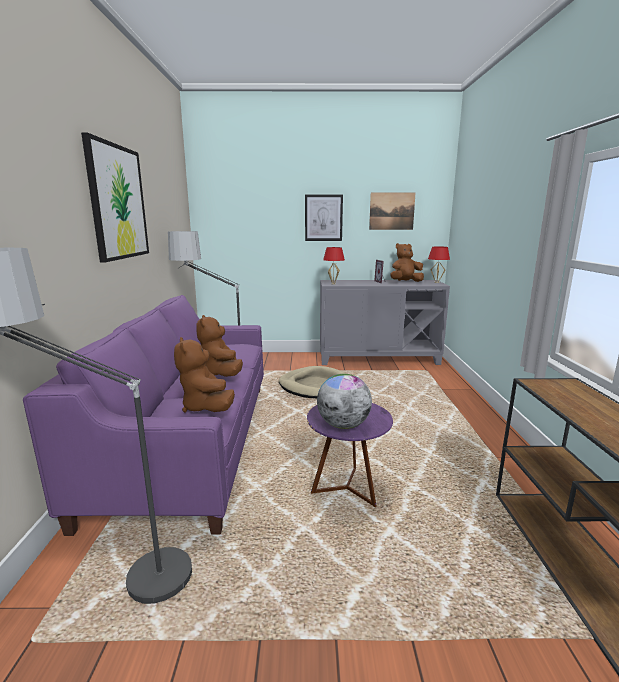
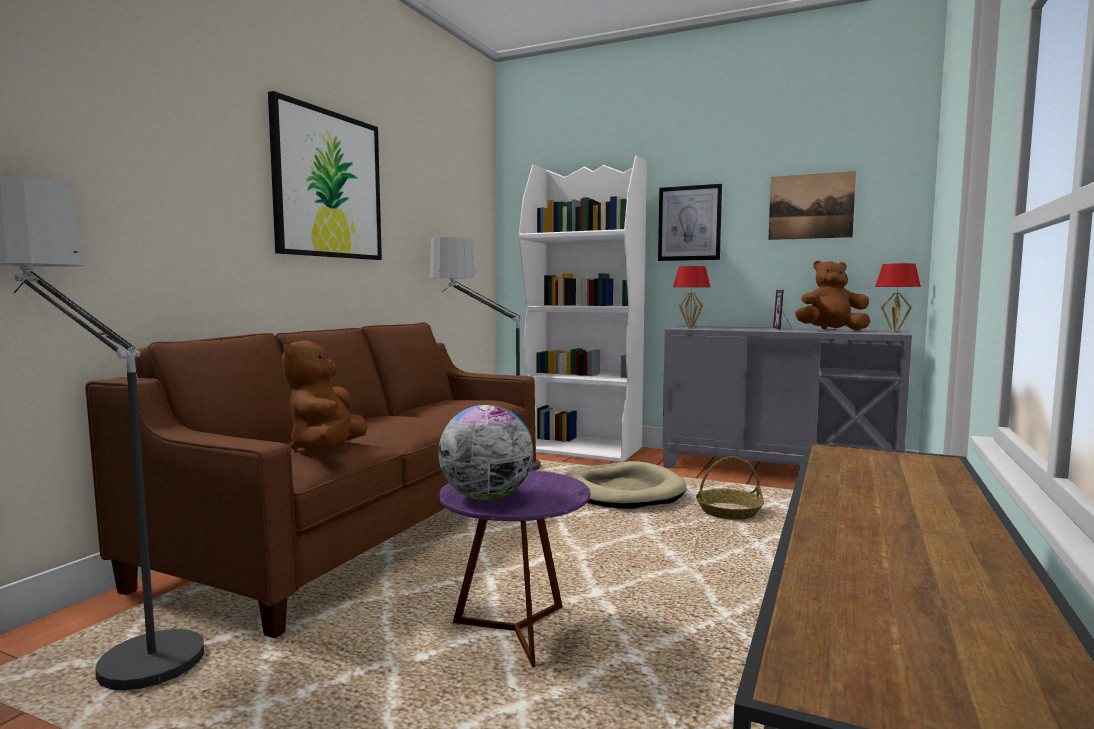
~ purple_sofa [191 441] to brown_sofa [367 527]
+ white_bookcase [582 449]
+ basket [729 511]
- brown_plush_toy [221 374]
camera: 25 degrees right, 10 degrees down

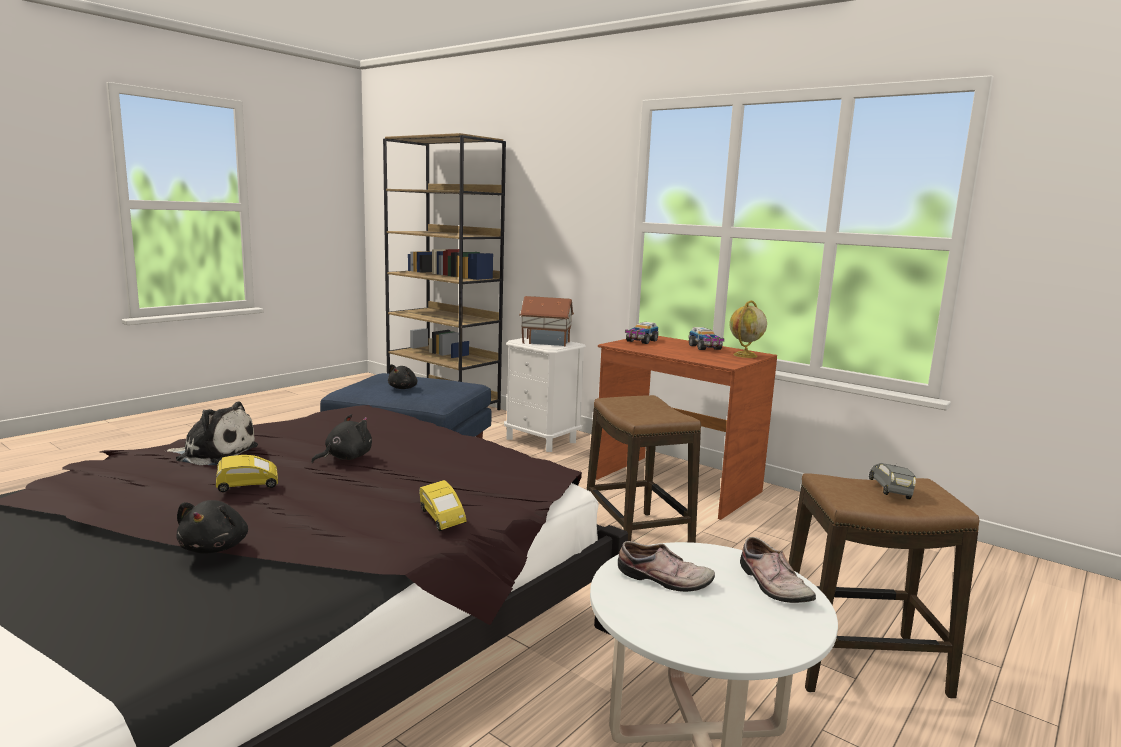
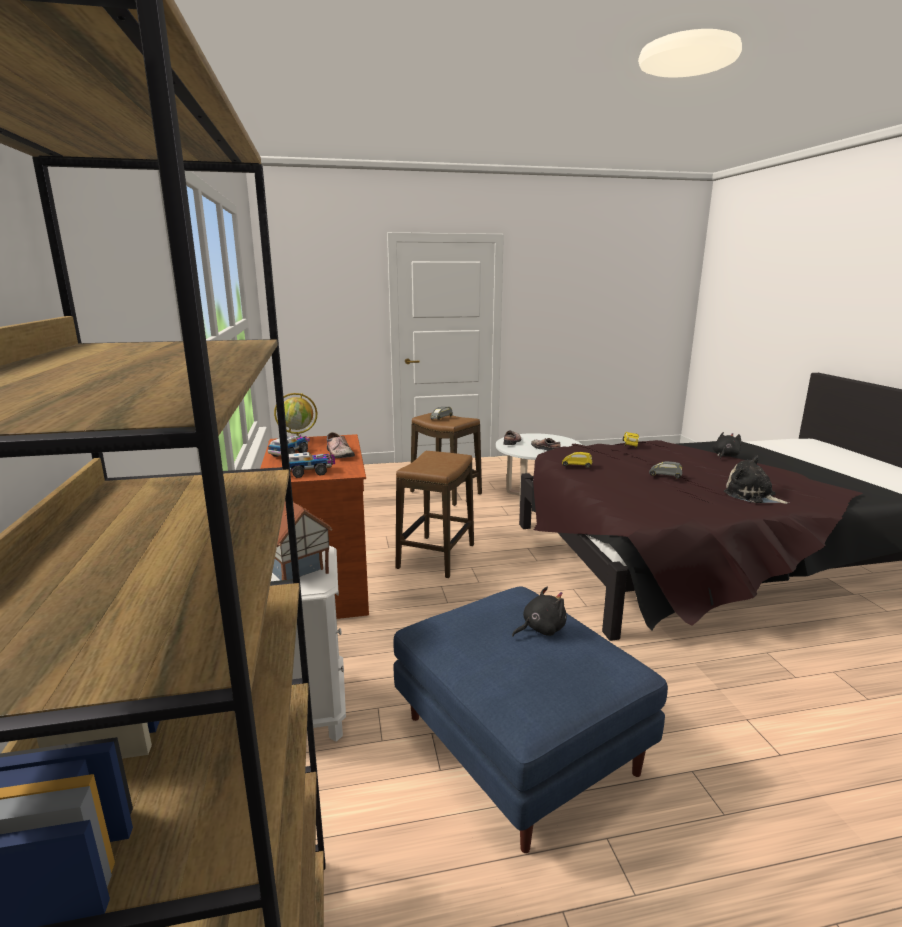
+ shoe [338 453]
~ yellow_toy_car [247 486] to [577 466]
~ black_plush_toy [345 458] to grey_toy_car [665 476]
camera: 140 degrees left, 5 degrees up

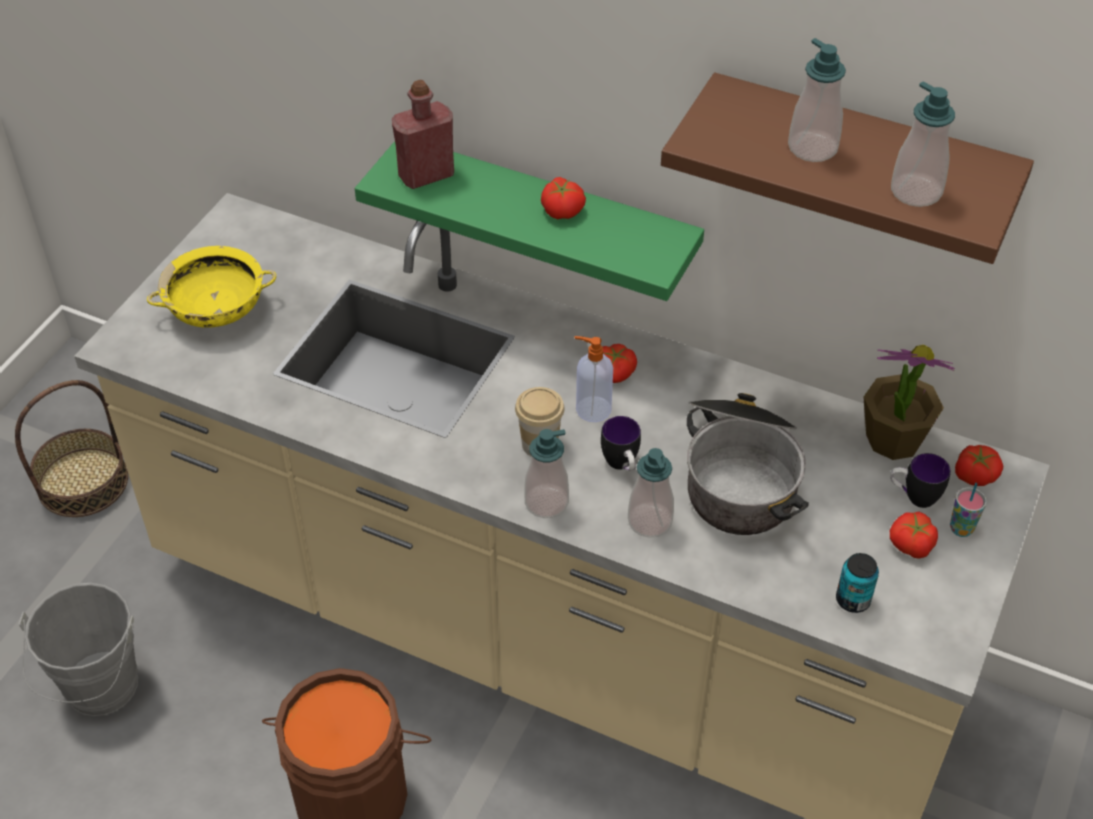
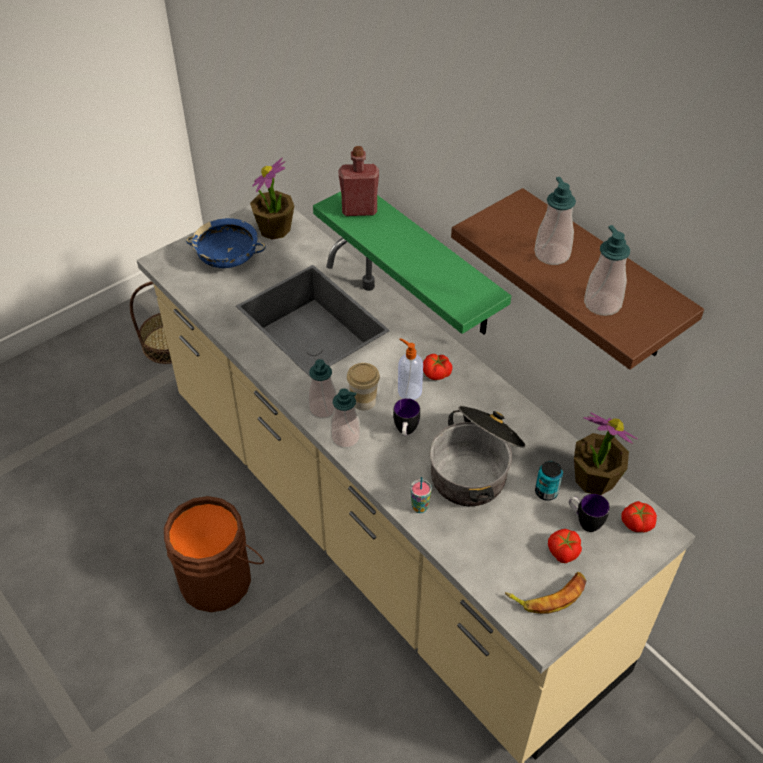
~ yellow_bowl [216 310] to blue_bowl [227 259]
+ potted_plant [274 229]
~ soap_dispenser [650 521] to [323 408]
~ cup [961 529] to [420 507]
+ banana [549 595]
~ can [853 600] to [546 492]
- grey_bucket [99 692]
- tomato [563 210]
camera: 25 degrees right, 0 degrees up

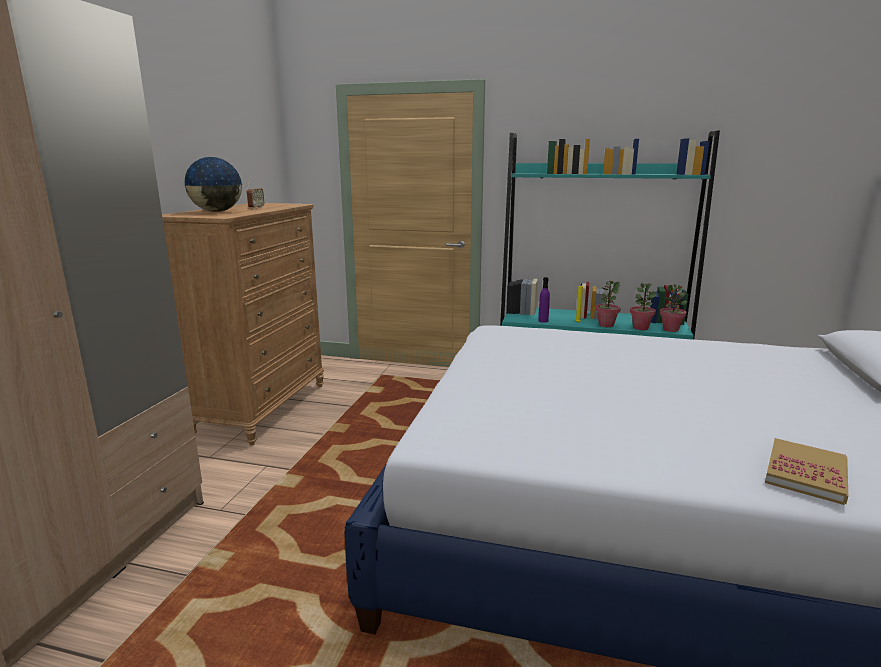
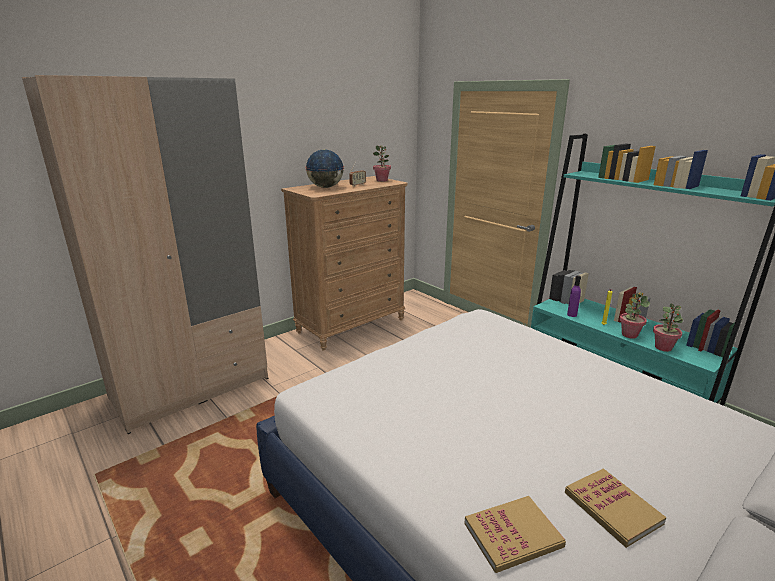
~ potted_plant [670 329] to [382 180]
+ book [612 508]
camera: 35 degrees right, 5 degrees up

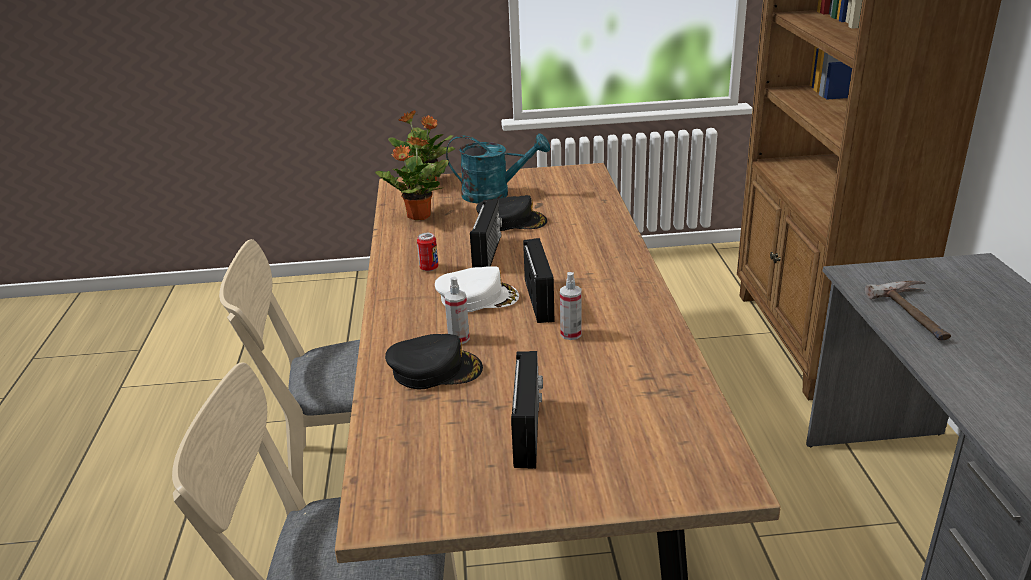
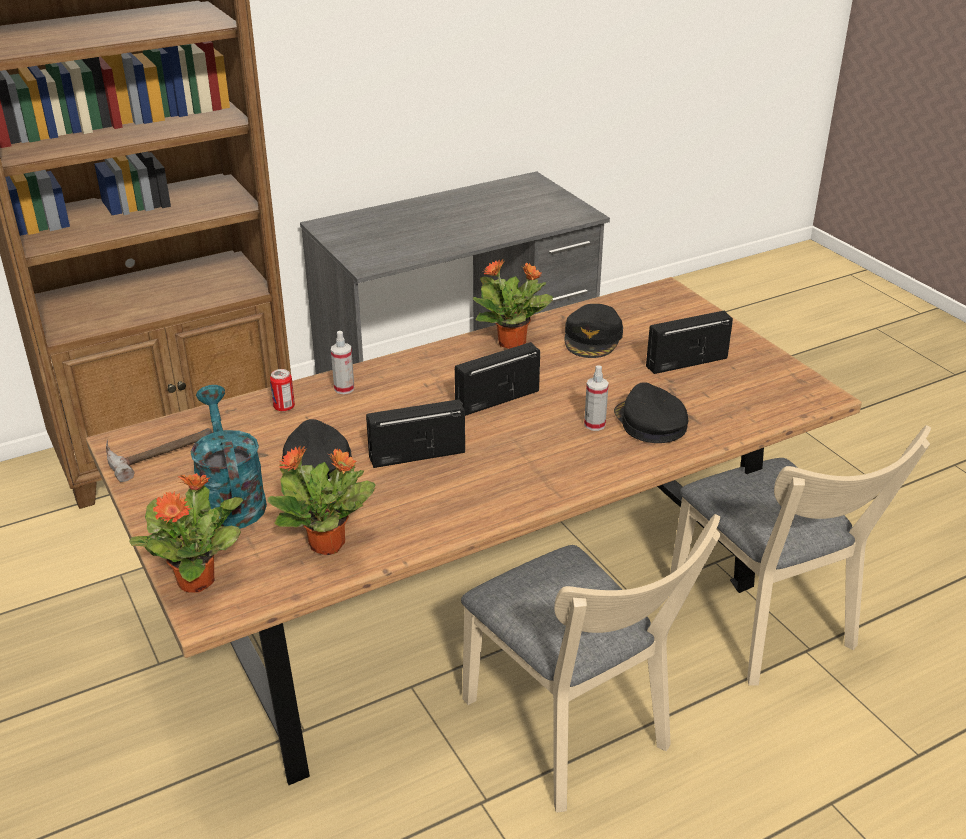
~ hammer [919 314] to [158 450]
~ can [429 268] to [284 407]
~ spray_bottle [571 334] to [344 388]
+ potted_plant [513 343]
+ black_cap [593 338]
- white_cap [477 297]
camera: 115 degrees left, 5 degrees up

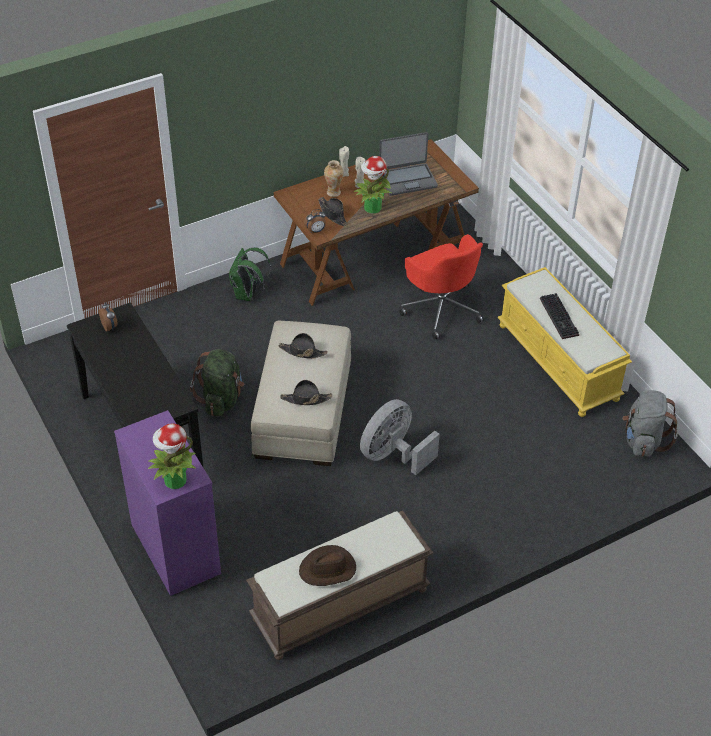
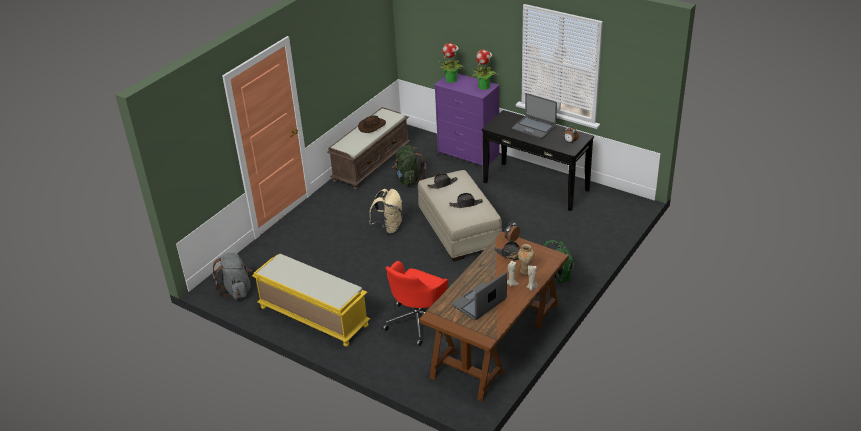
~ grey_fan [393 455] to beige_backpack [389 227]
~ red_office_chair [441 308] = [418 321] 90 degrees counterclockwise
~ green_backpack [221 399] to [408 179]
~ potted_plant [372 208] to [484 86]
+ laptop [534 128]
- keyboard [560 317]
camera: 155 degrees right, 10 degrees down

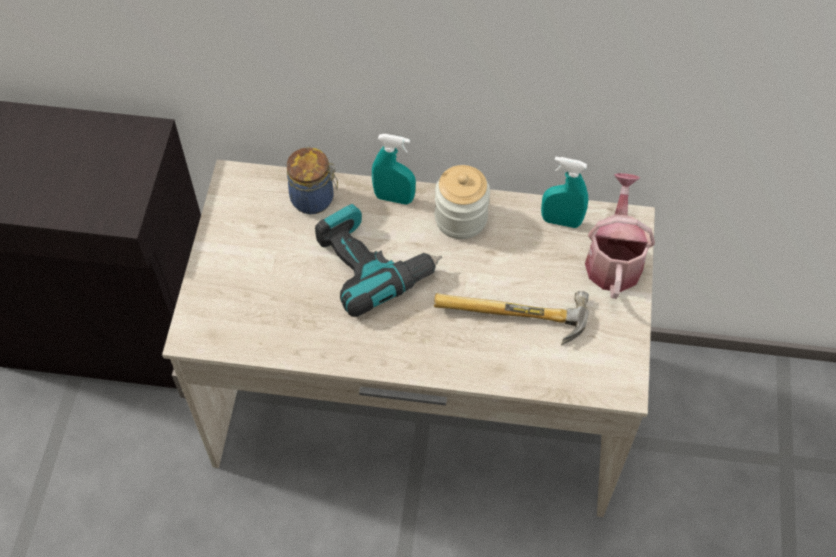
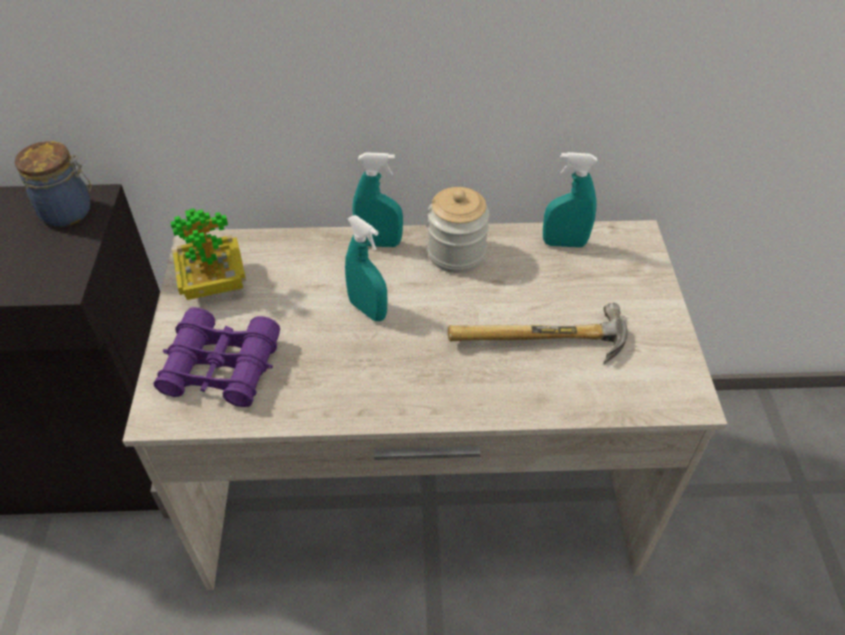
~ jar [314 199] to [69 212]
+ purple_binoculars [221 367]
+ potted_plant [214 284]
~ power_drill [372 265] to turquoise_spray_bottle [368 310]
- watering_can [614 258]
camera: 10 degrees left, 10 degrees down

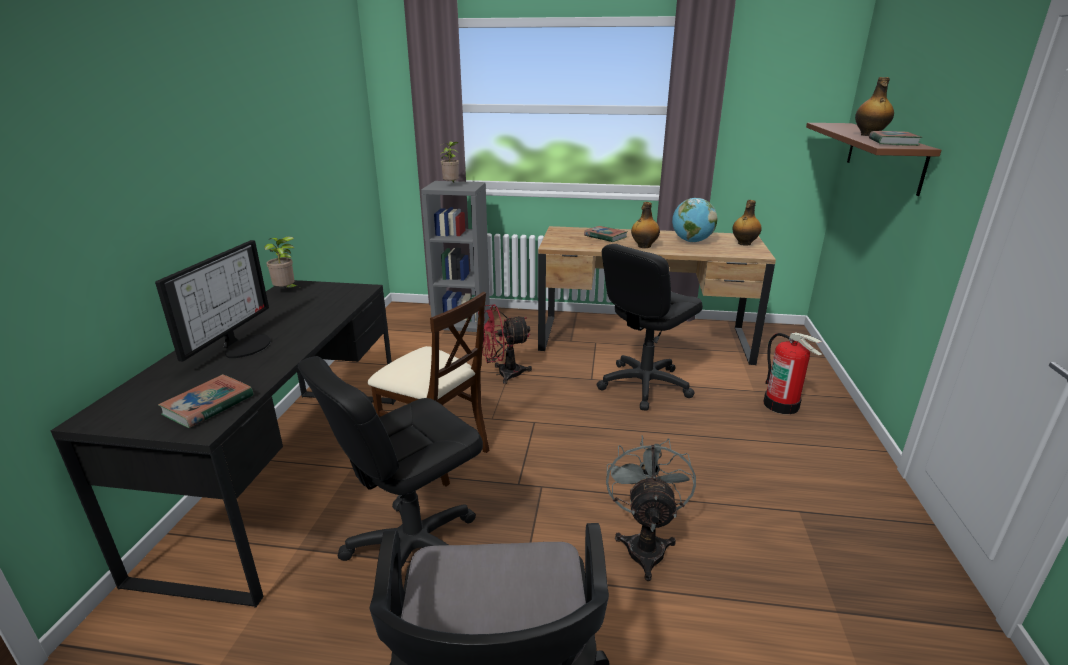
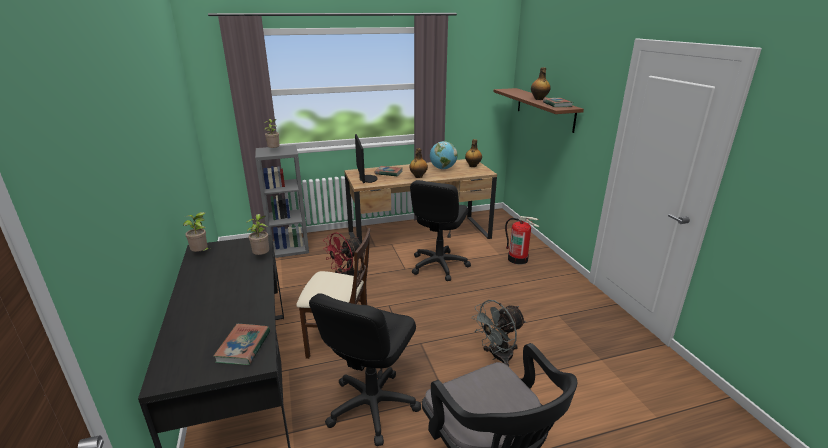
+ potted_plant [262 256]
~ monitor [243 345] to [366 179]
~ grey_fan [645 544] = [497 357] 105 degrees counterclockwise
camera: 25 degrees left, 0 degrees up

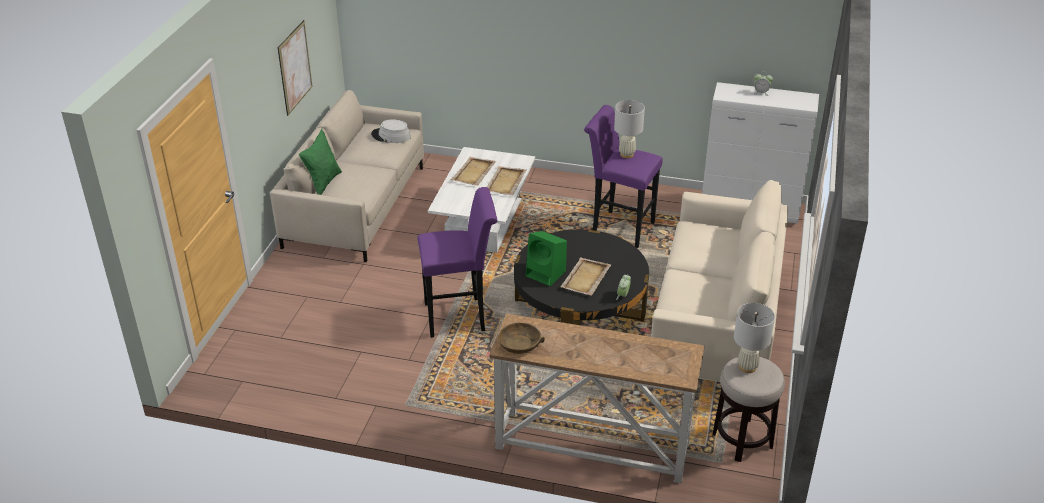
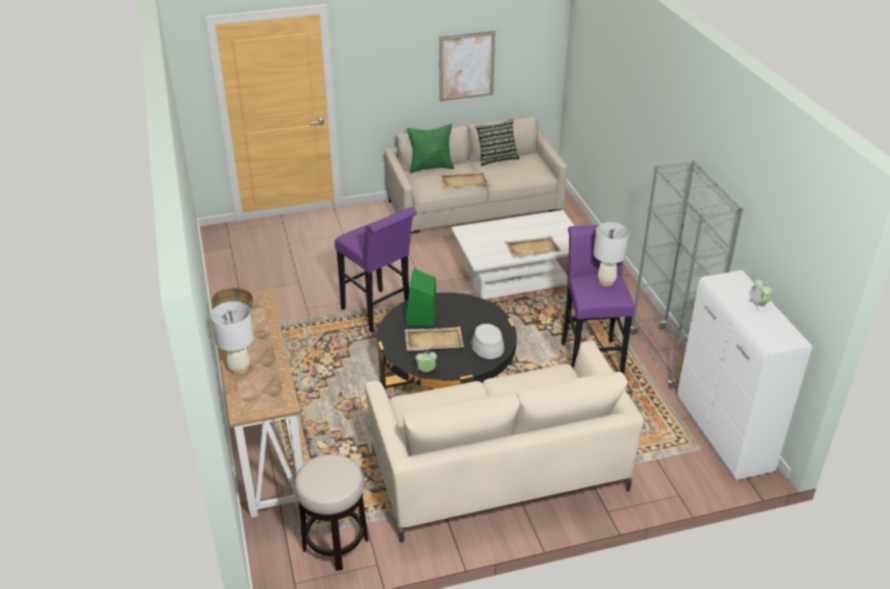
~ white_table_lamp [747 367] to [239 369]
~ beige_tray [473 173] to [463 181]
~ grey_hat [391 136] to [486 343]
+ pillow [496 158]
+ grey_bookcase [667 357]
camera: 60 degrees right, 0 degrees up

